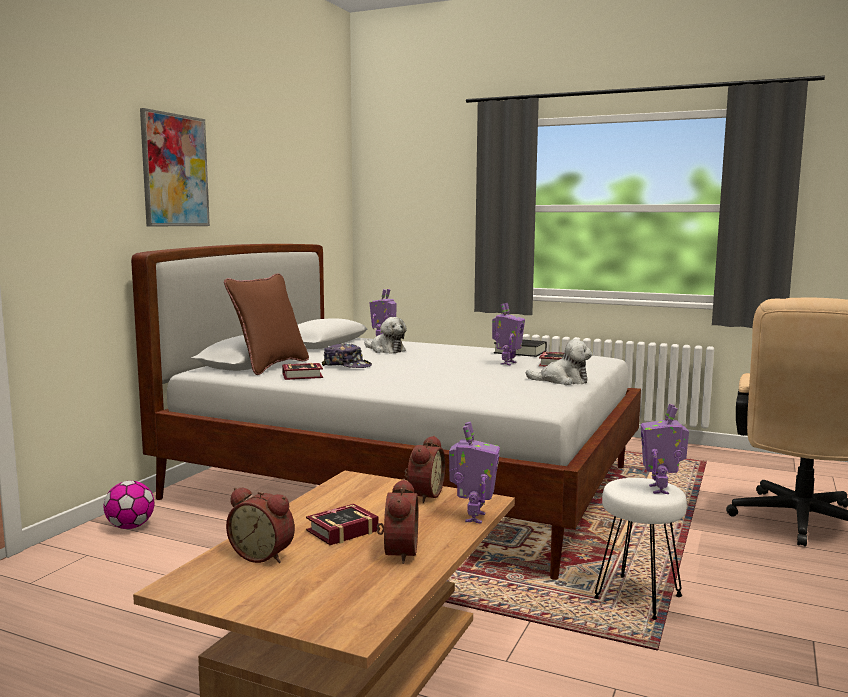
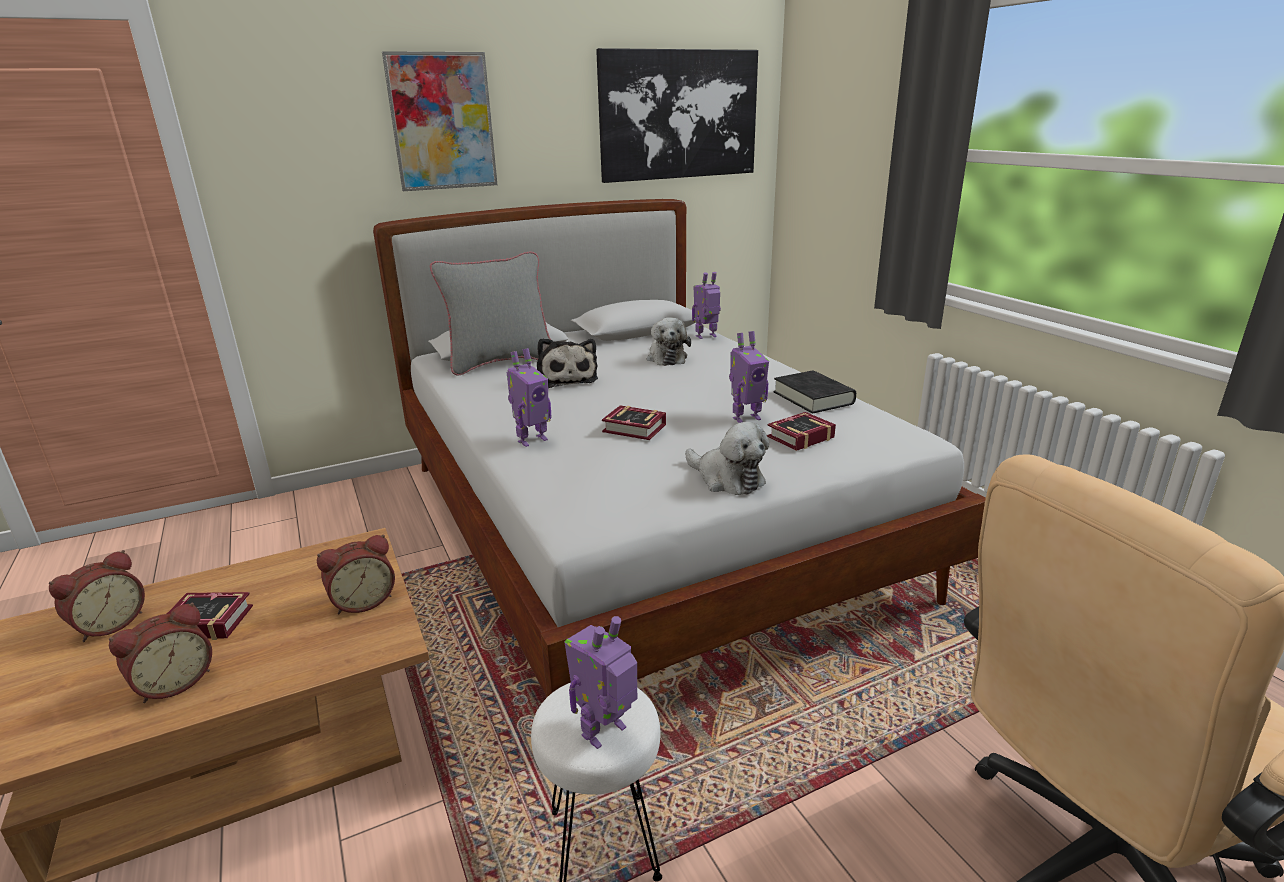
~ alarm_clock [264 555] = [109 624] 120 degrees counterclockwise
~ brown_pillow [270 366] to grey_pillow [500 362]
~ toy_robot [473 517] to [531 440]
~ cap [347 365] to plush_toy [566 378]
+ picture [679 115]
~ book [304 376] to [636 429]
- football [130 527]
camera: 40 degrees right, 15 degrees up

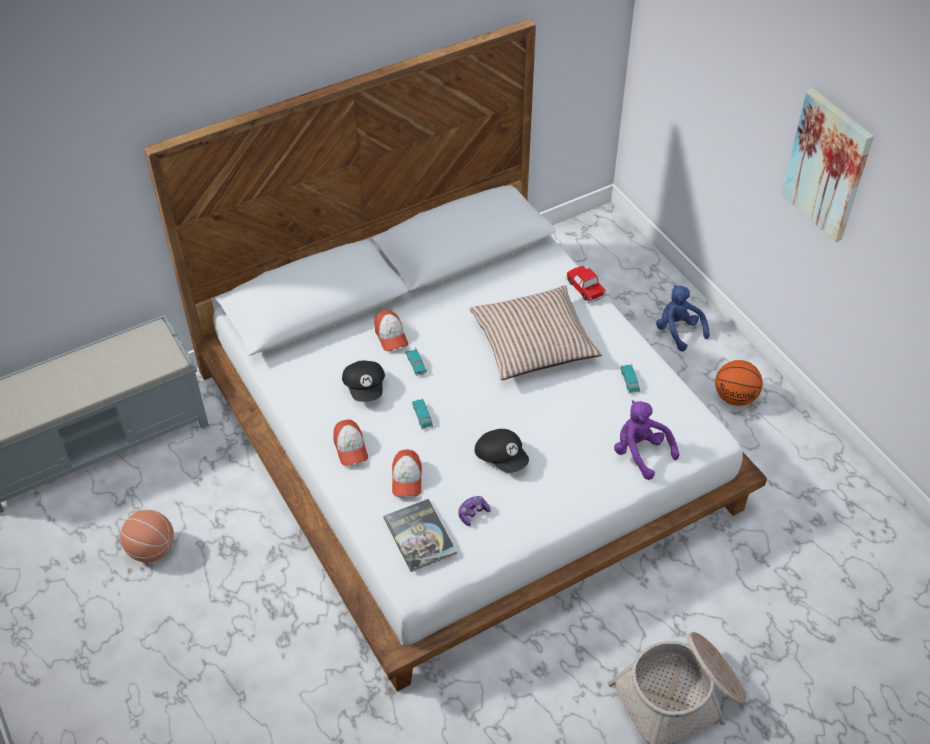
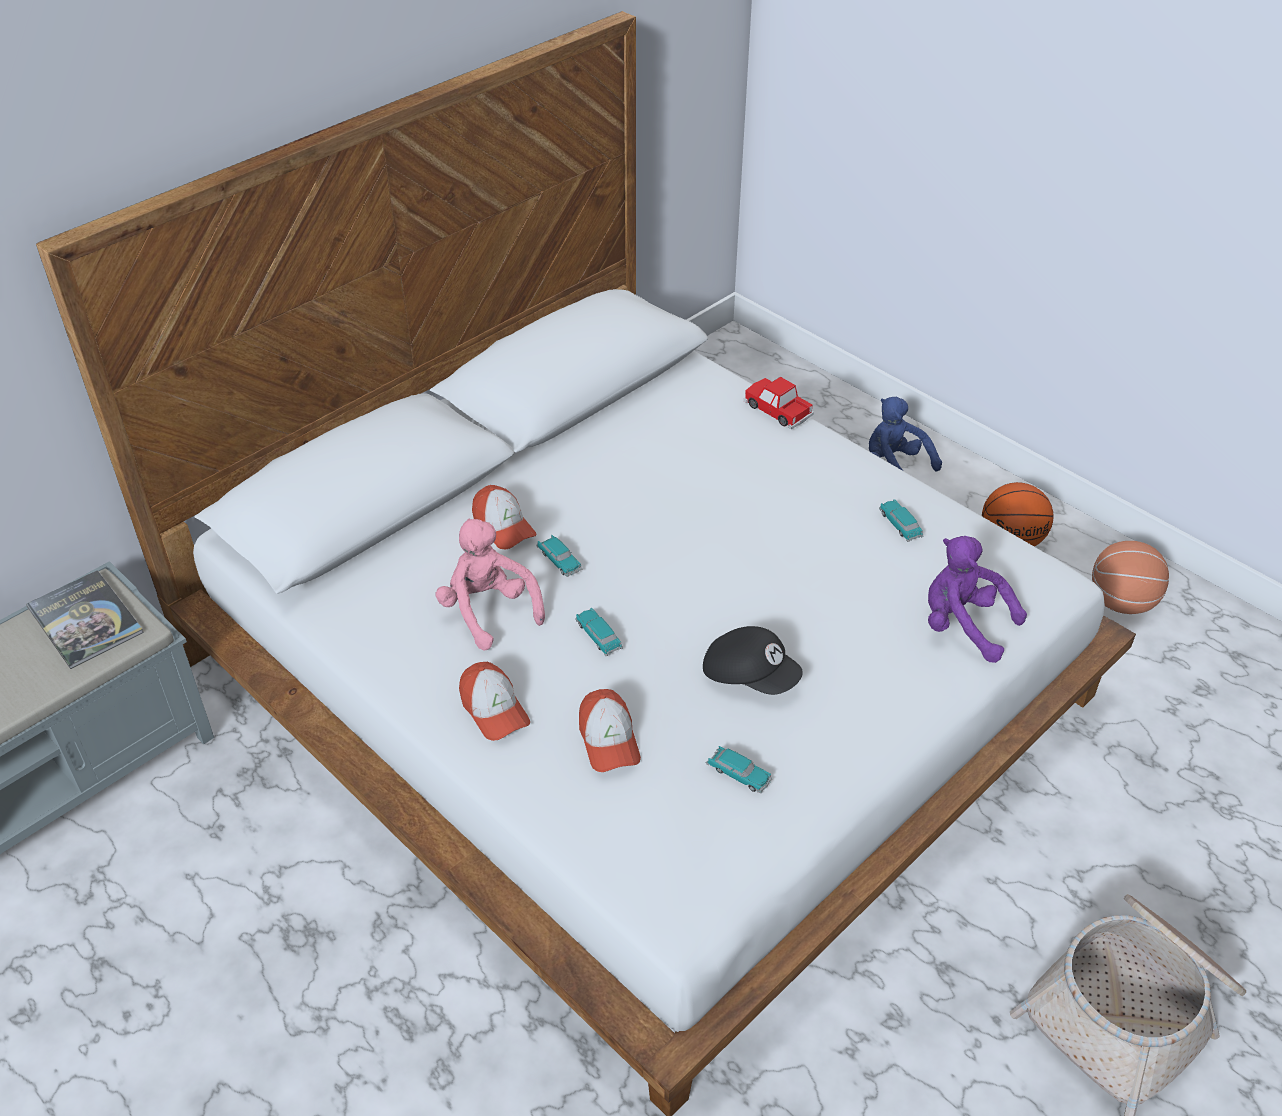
~ book [419 535] to [85 620]
~ black_cap [365 388] to pink_plush_toy [488 611]
~ game_controller [473 513] to toy_car [739 774]
~ basketball [151 549] to [1120 602]
- pillow [533 342]
- picture [827 165]
camera: 15 degrees left, 5 degrees down

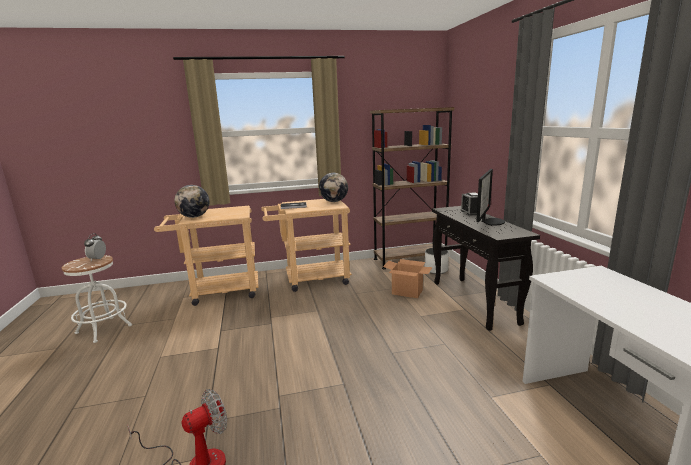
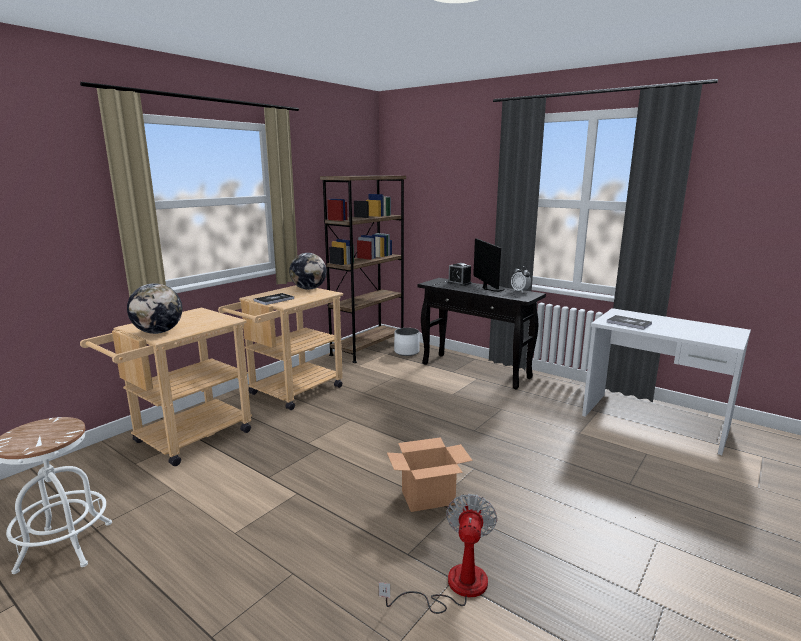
~ cardboard_box [407 292] to [428 498]
~ alarm_clock [97 259] to [520 291]
+ book [629 323]
camera: 40 degrees left, 0 degrees up

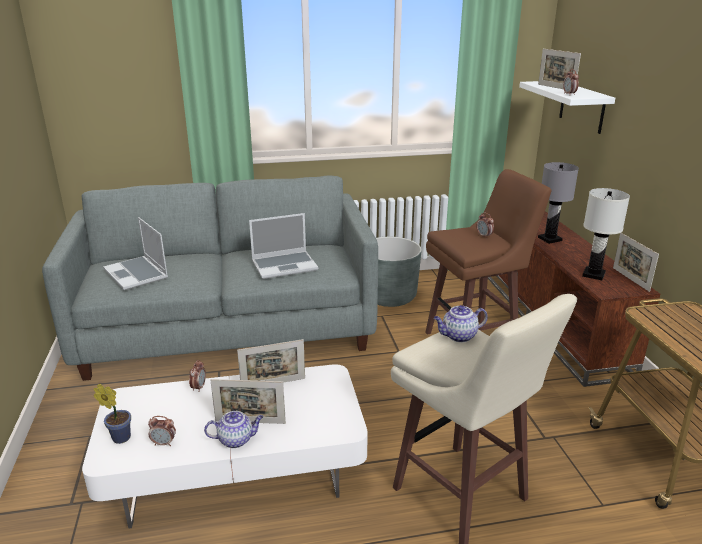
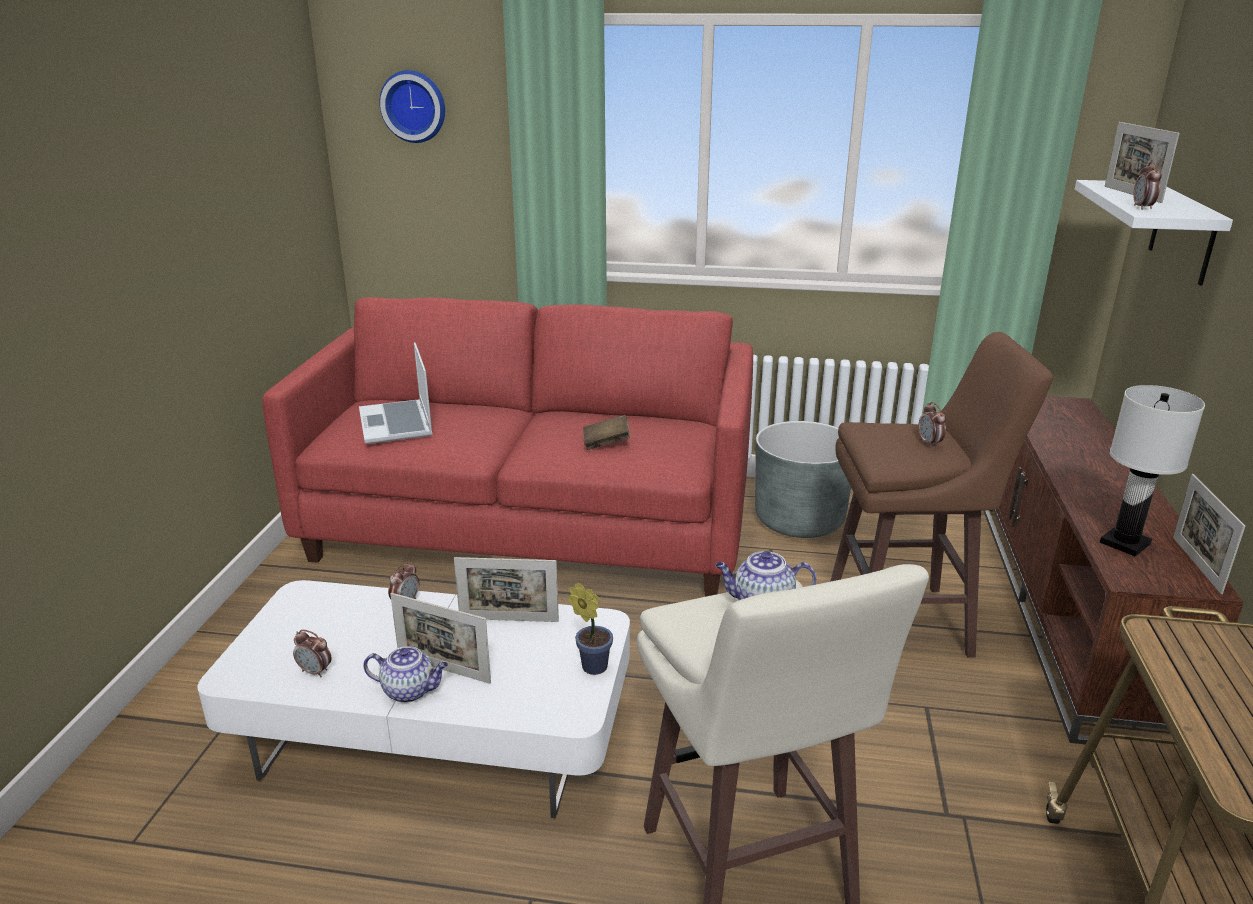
~ grey_sofa [229 329] to red_sofa [532 527]
+ wall_clock [414 106]
~ potted_plant [119 437] to [591 665]
~ laptop [285 265] to brown_book [606 443]
- grey_table_lamp [550 239]
camera: 20 degrees right, 0 degrees up

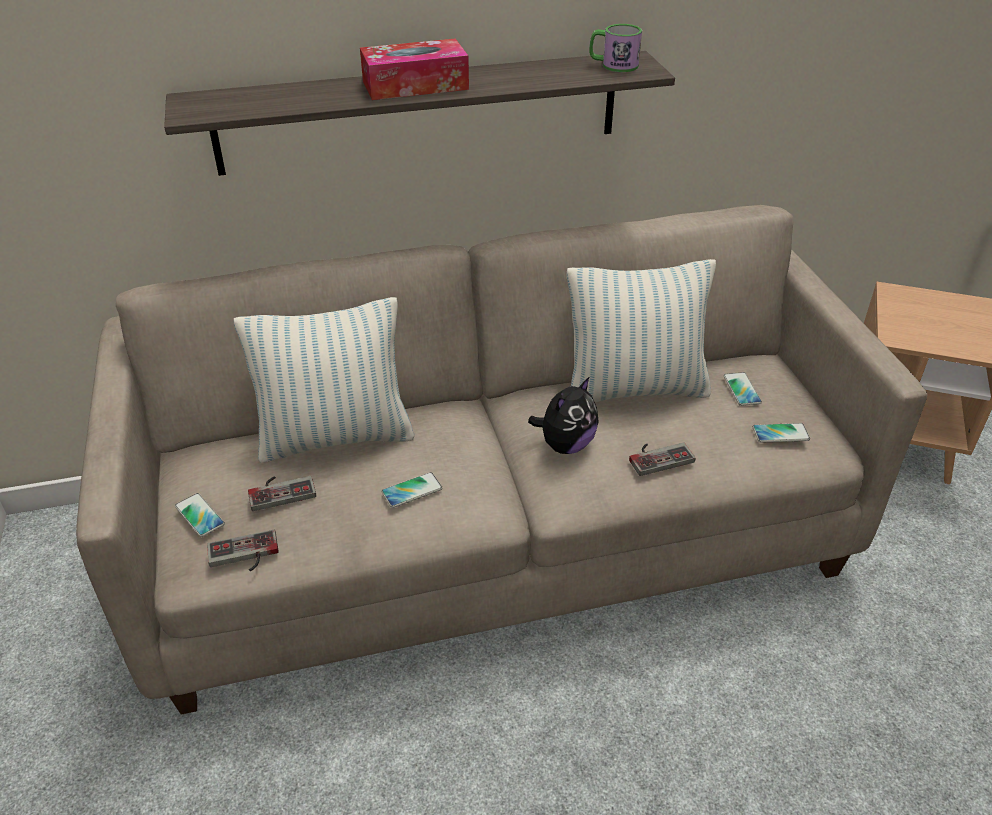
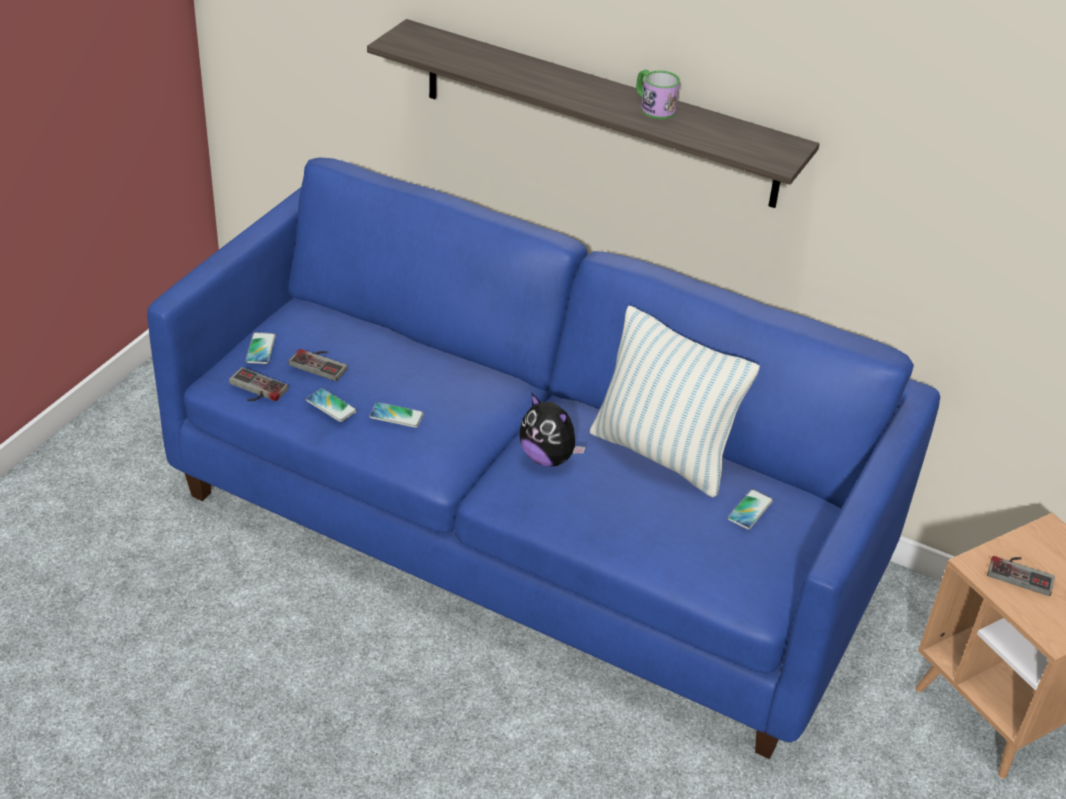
~ beige_sofa [497 536] to blue_sofa [525 532]
~ phone [780 434] to [331 406]
~ plush_toy [565 445] = [548 457] 45 degrees clockwise
~ mug [613 65] to [653 107]
~ game_controller [658 456] to [1021 572]
- pillow [335 437]
- tissue_box [415 85]
camera: 40 degrees right, 0 degrees up

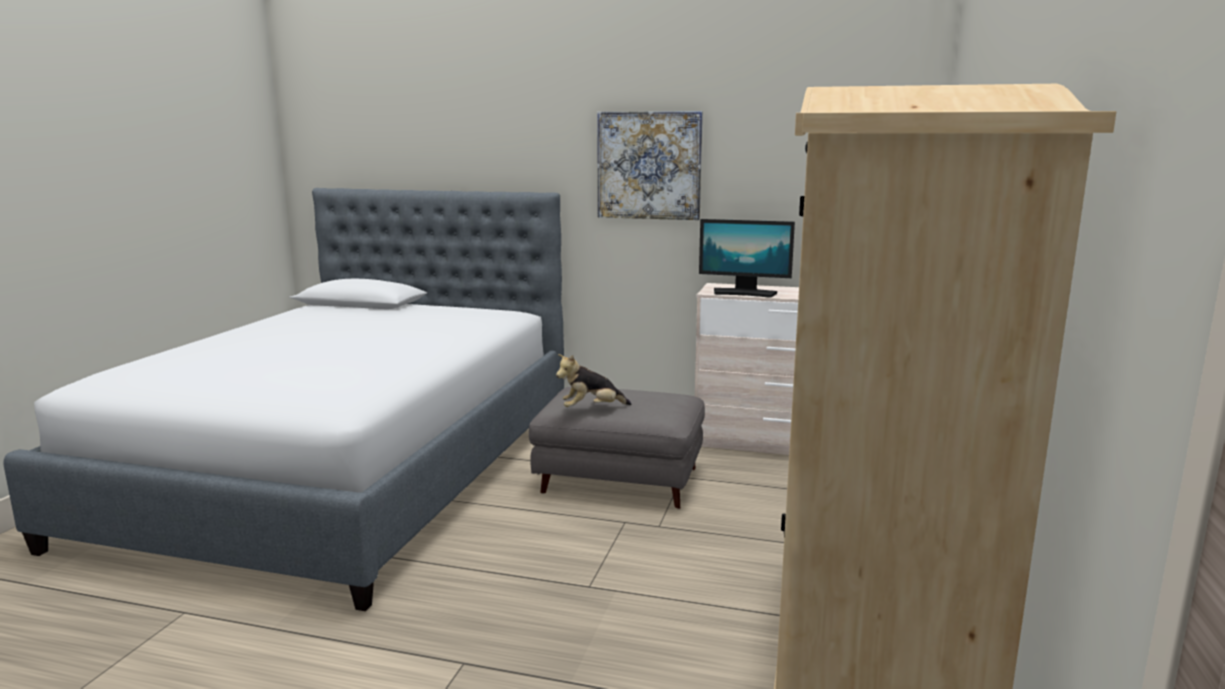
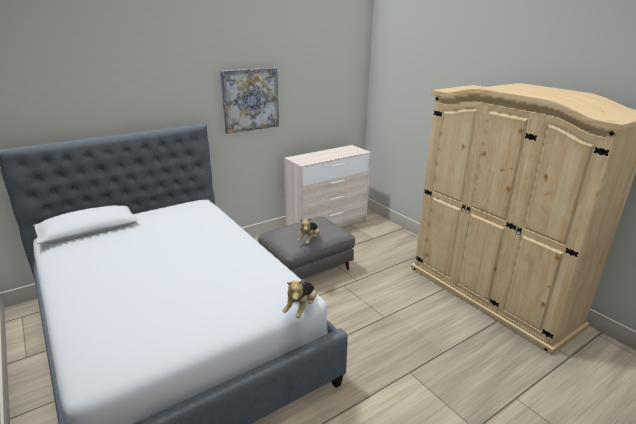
+ plush_toy [301 308]
- monitor [744 293]
camera: 50 degrees left, 10 degrees up

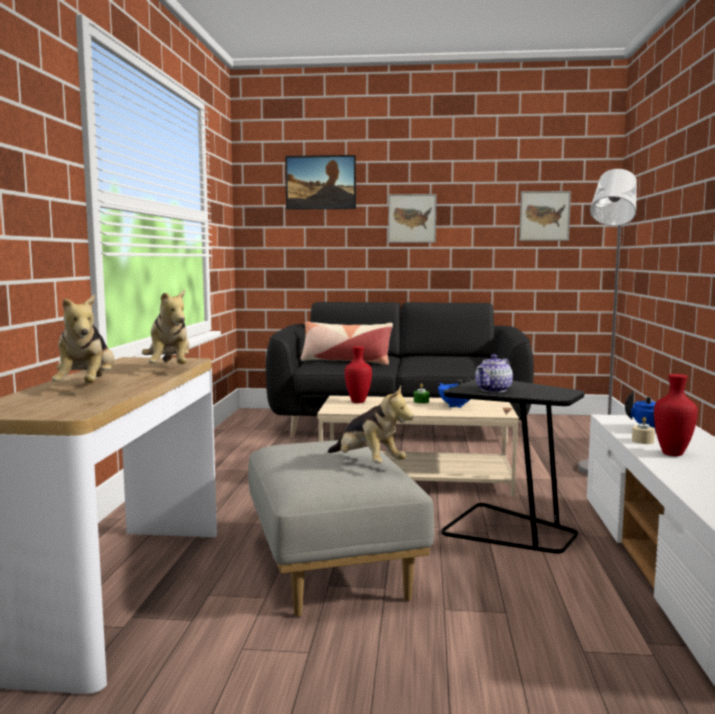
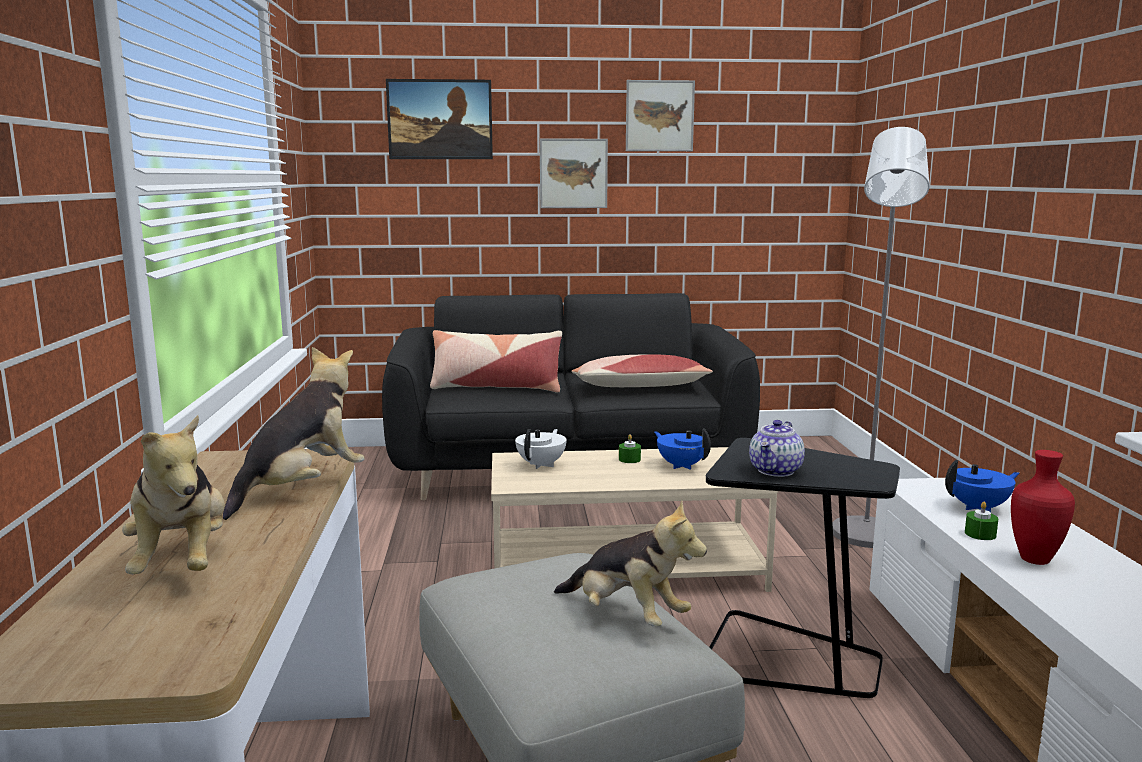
~ plush_toy [170 369] = [302 489] 120 degrees counterclockwise
~ red_vase [359 402] to white_teapot [542 465]
+ pillow [639 387]
~ picture [544 216] to [659 116]
~ beige_candle [642 441] to green_candle [980 534]
camera: 10 degrees left, 5 degrees up

